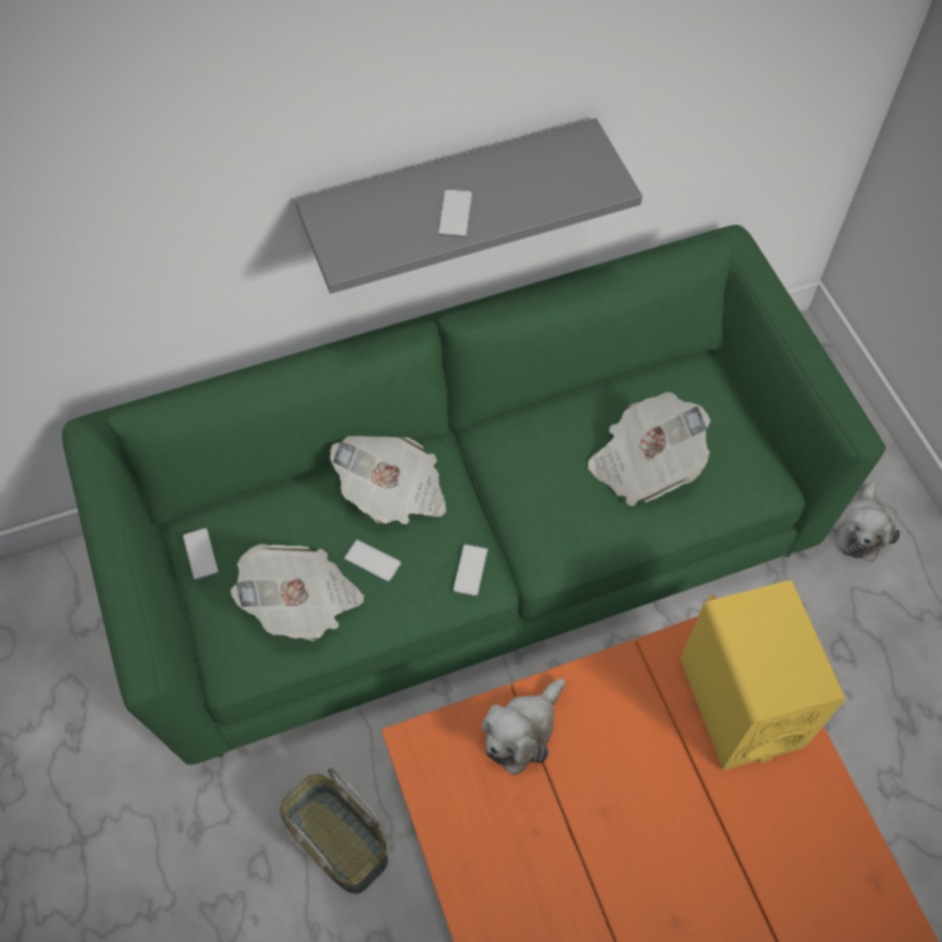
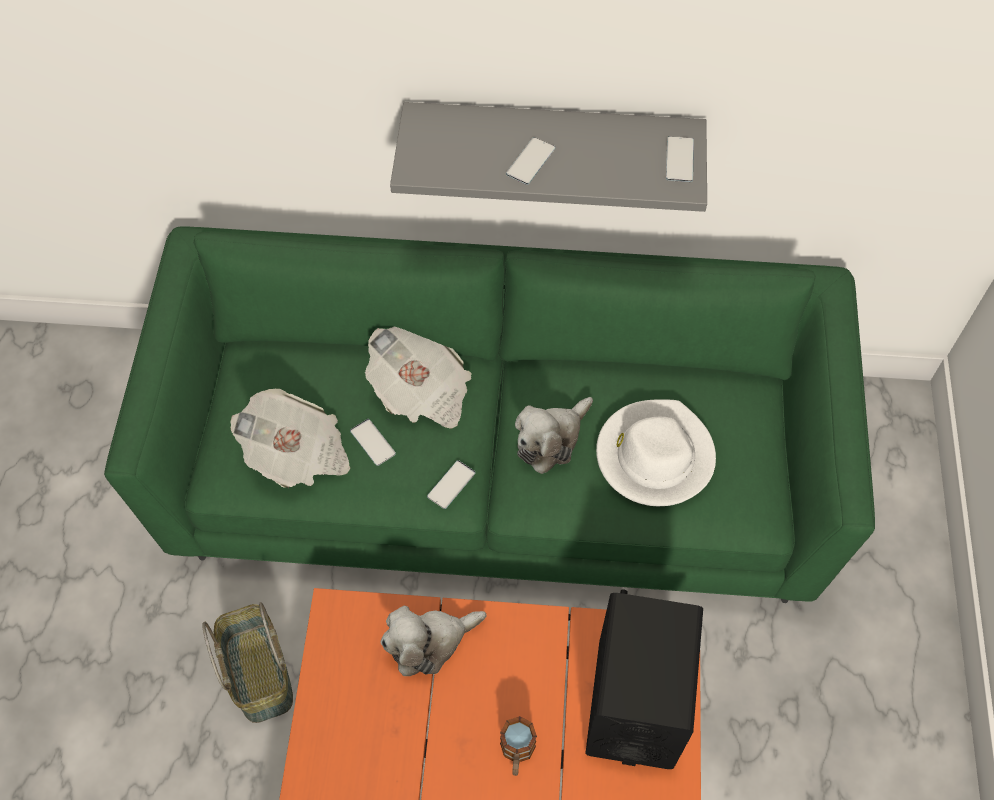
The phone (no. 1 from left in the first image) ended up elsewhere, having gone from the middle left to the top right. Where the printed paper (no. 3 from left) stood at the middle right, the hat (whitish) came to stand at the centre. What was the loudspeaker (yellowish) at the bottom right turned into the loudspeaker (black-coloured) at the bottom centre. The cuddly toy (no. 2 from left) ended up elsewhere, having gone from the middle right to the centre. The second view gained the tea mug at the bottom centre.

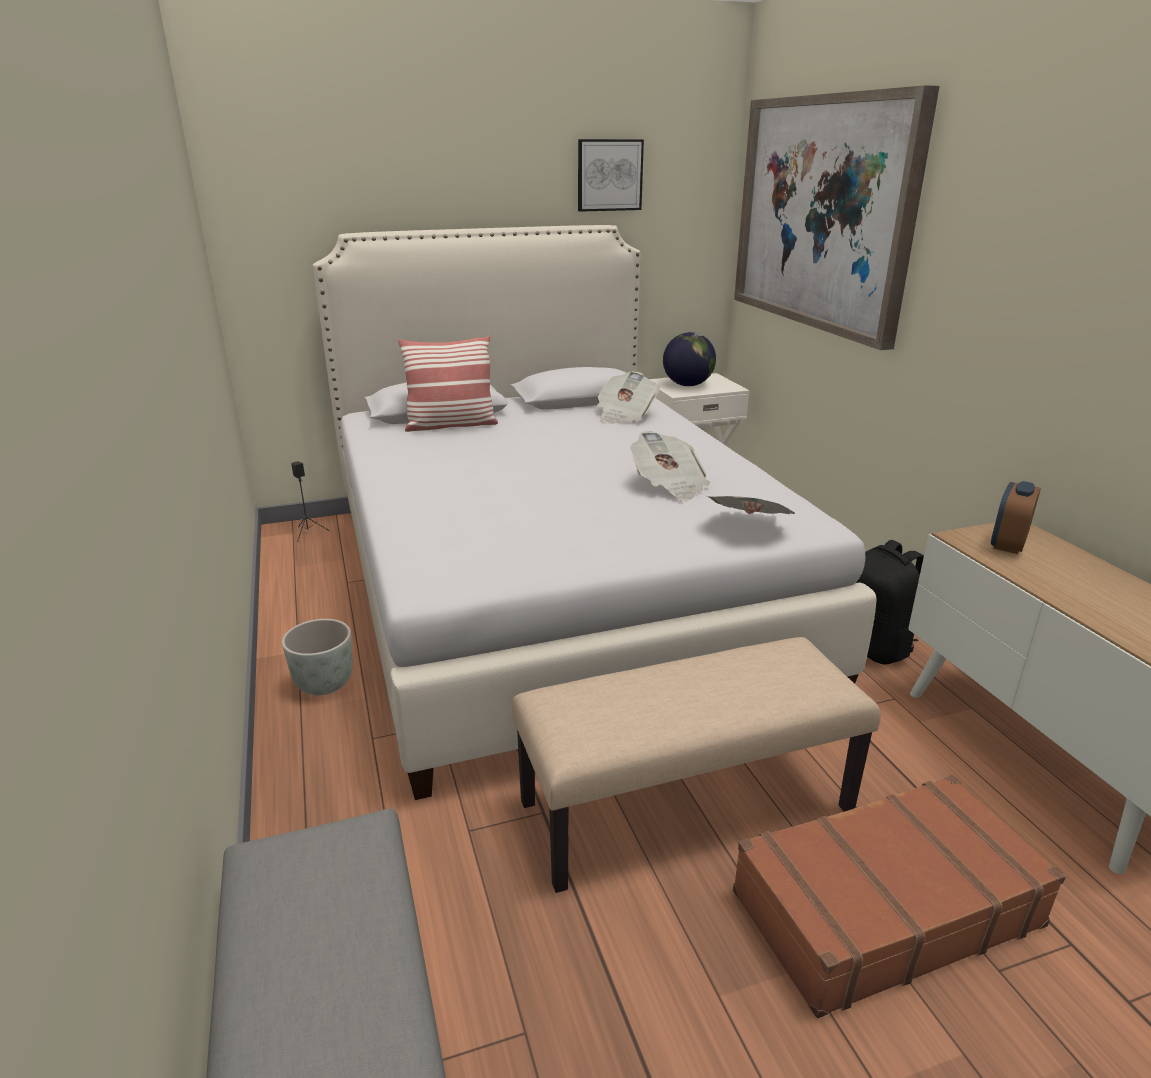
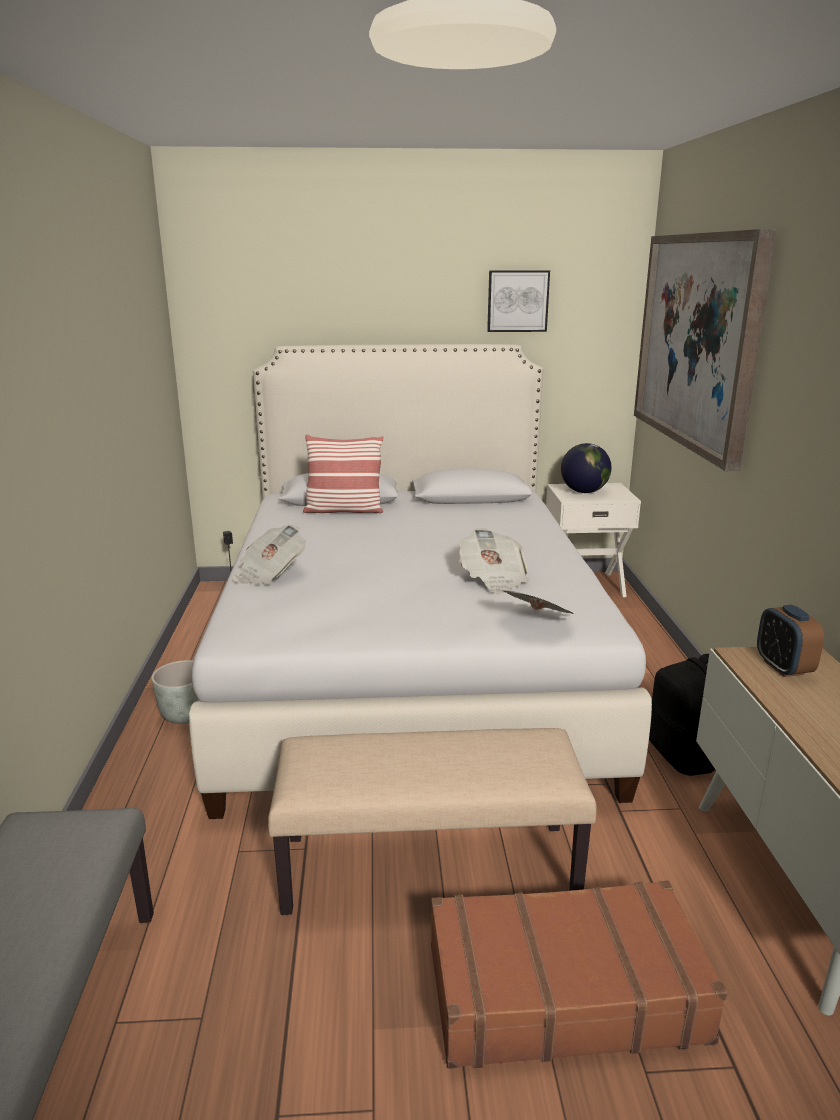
The printed paper (no. 1 from left) ended up elsewhere, having gone from the centre to the middle left. The bedside clock at the middle right ended up facing another way, 60 degrees counterclockwise from before.

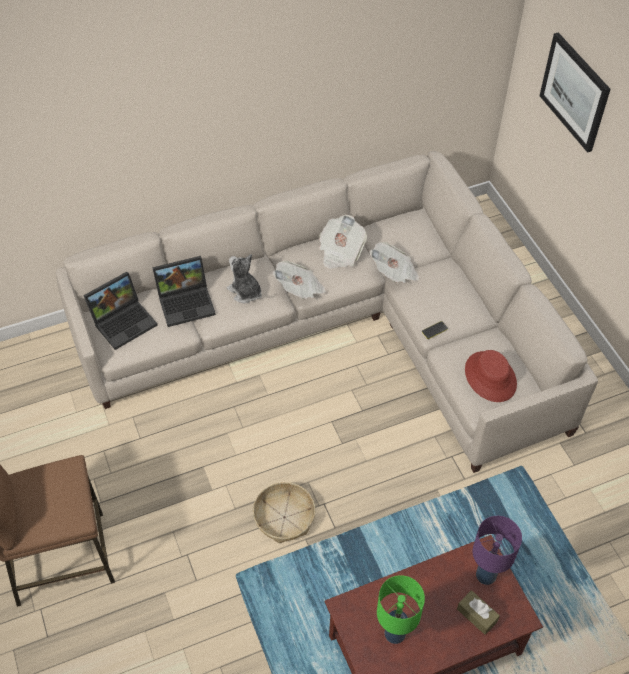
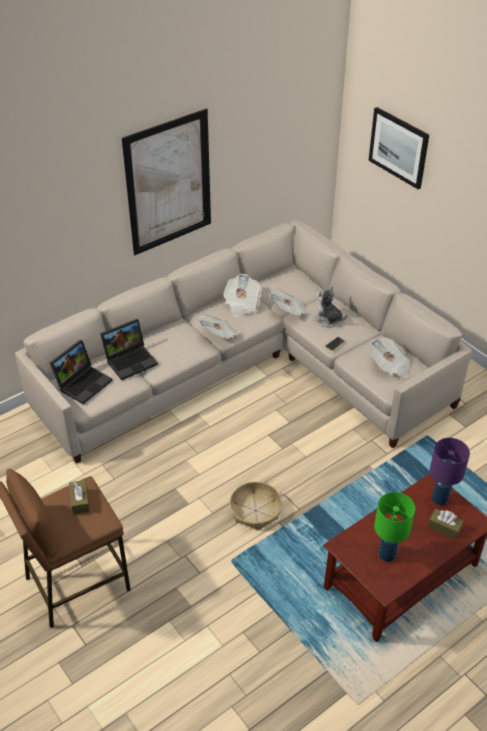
The cuddly toy ended up elsewhere, having gone from the centre to the middle right. Where the hat (red) stood at the middle right, the printed paper (no. 4 from left) came to stand at the middle right. The second view gained the box of tissues (brown) (no. 1 from left) at the bottom left. The second view gained the wall art (no. 1 from left) at the top centre.

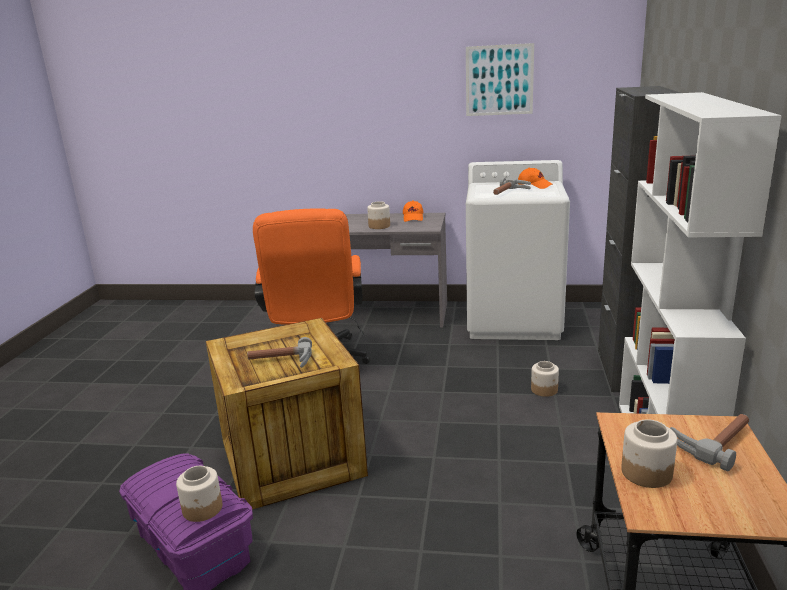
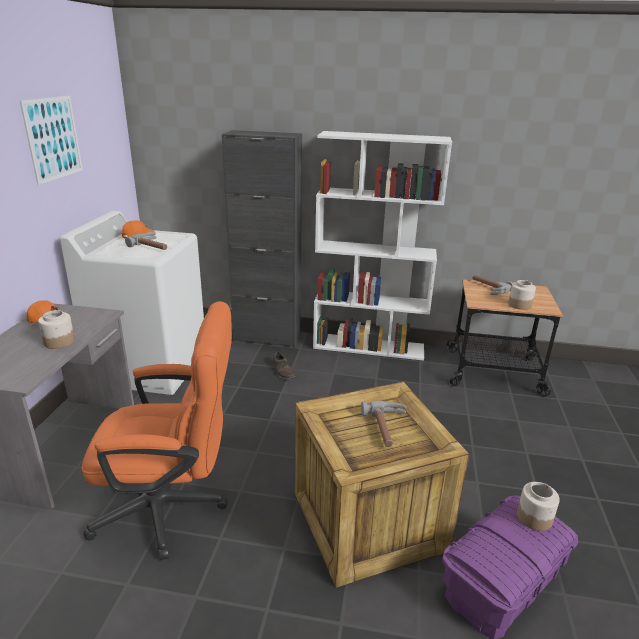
Where the preserve jar (no. 3 from left) stood at the middle right, the low shoe (brown) came to stand at the centre.

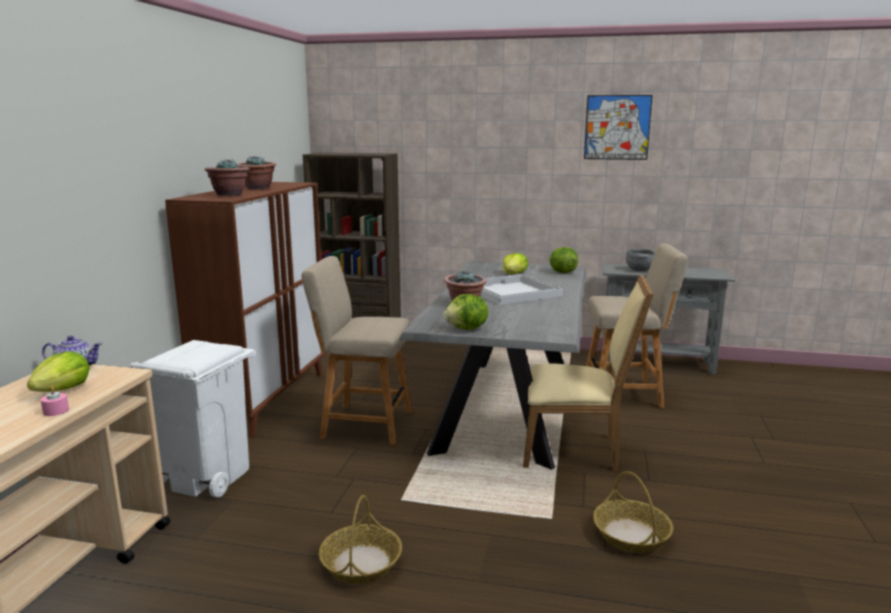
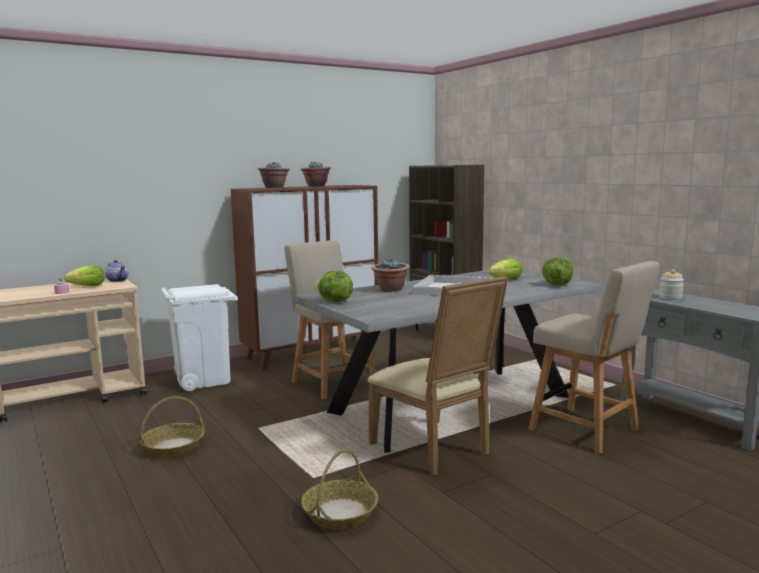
The second view lost the wall art at the top right. Where the deep dish (greyish) stood at the middle right, the preserve jar came to stand at the middle right.

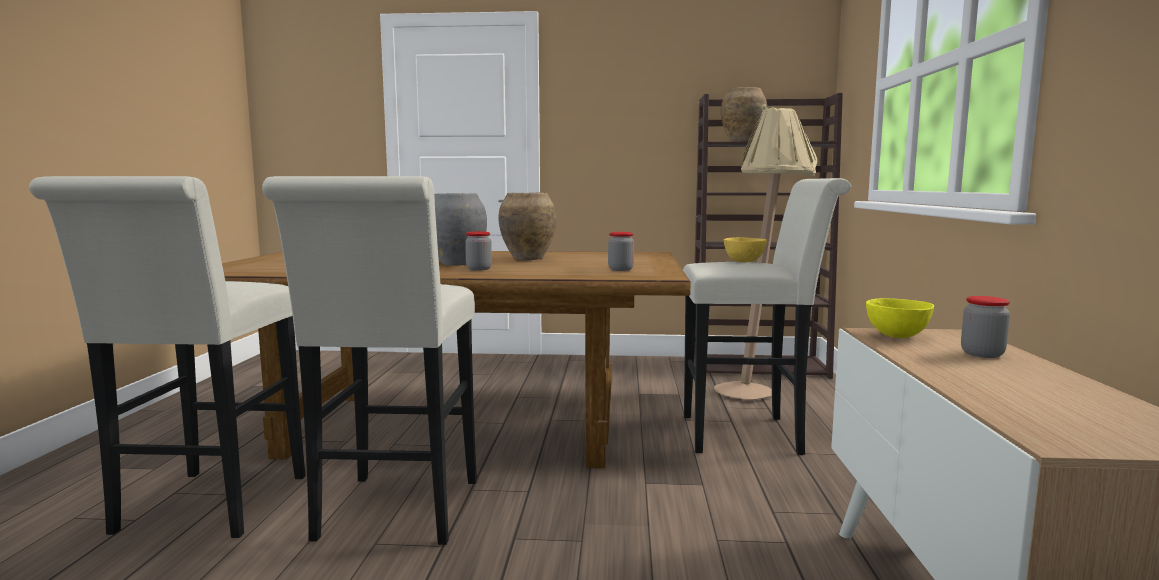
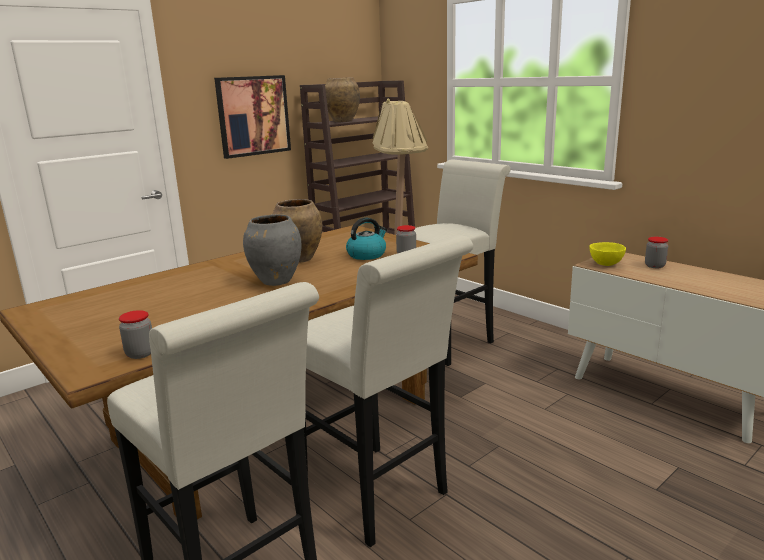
The preserve jar (no. 1 from left) ended up elsewhere, having gone from the centre to the middle left. The second view lost the deep dish (yellowish) (no. 1 from left) at the centre. The second view gained the wall art at the top left. The second view gained the tea kettle at the centre.

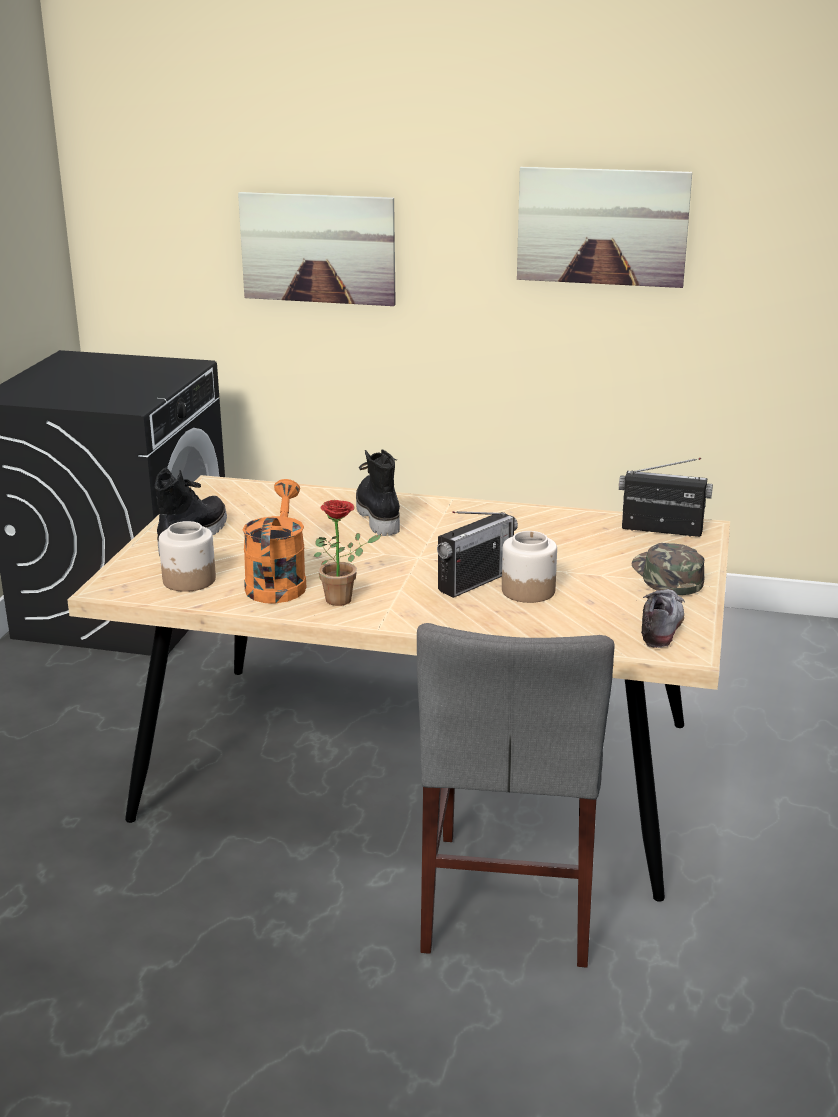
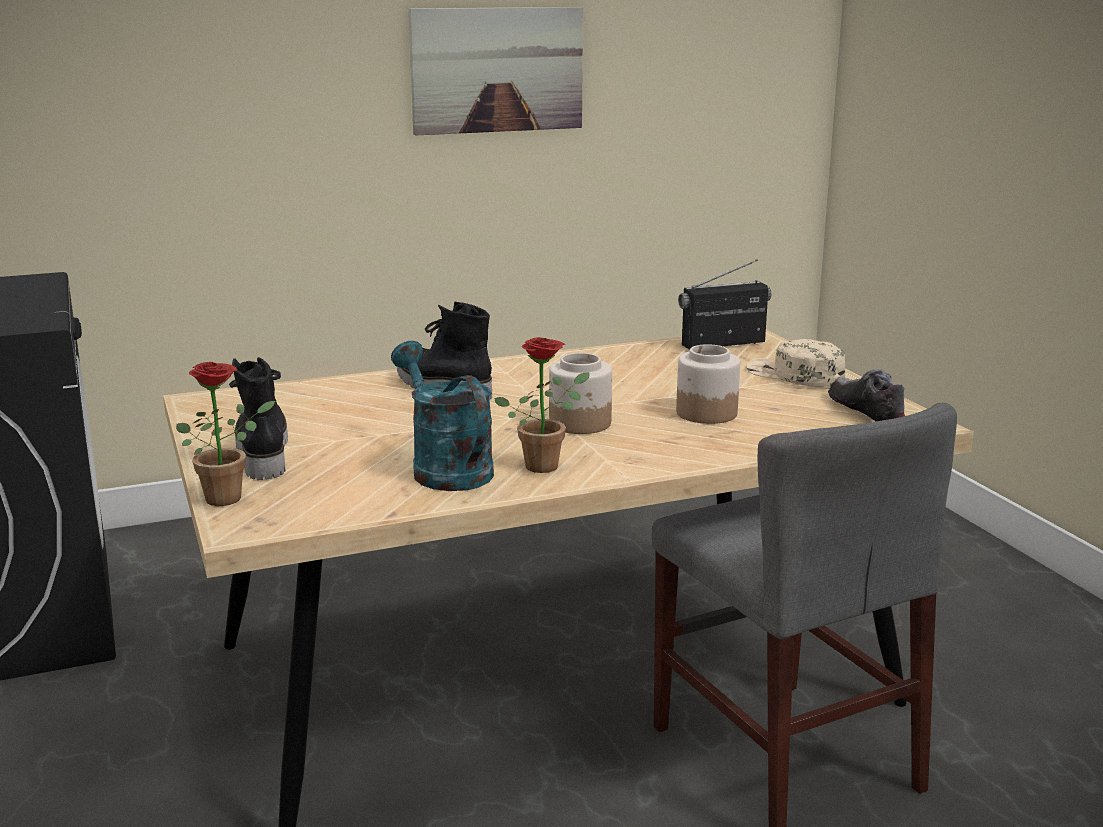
The preserve jar (no. 1 from left) ended up elsewhere, having gone from the middle left to the centre. The second view lost the wall art (no. 1 from left) at the top centre. What was the watering pot (orangey) at the middle left turned into the watering pot (turquoise-coloured) at the centre. The second view lost the radio receiver (no. 1 from left) at the centre. What was the peaked cap (greenish) at the middle right turned into the peaked cap (beige-coloured) at the middle right. The second view gained the houseplant (no. 1 from left) at the middle left.

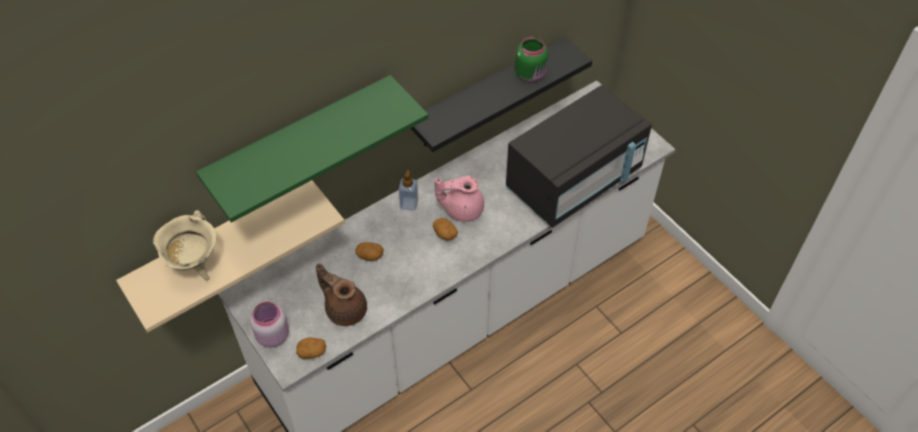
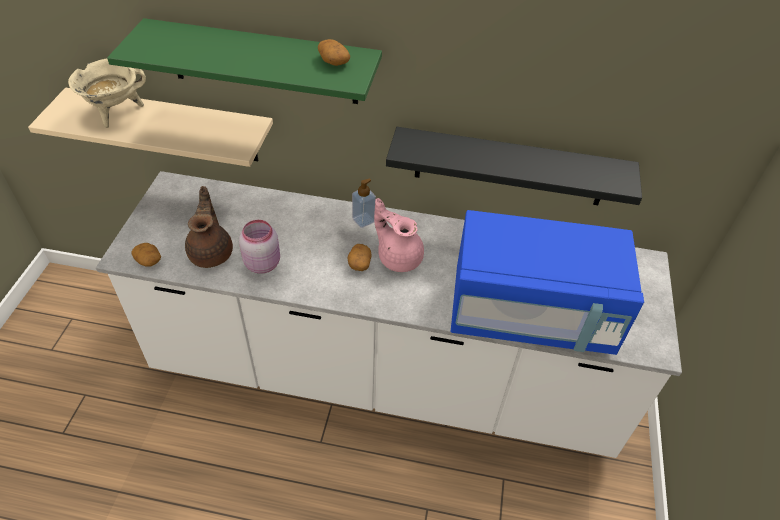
The preserve jar (pink-coloured) ended up elsewhere, having gone from the bottom left to the middle left. The spud (no. 2 from left) ended up elsewhere, having gone from the centre to the top centre. What was the microwave oven (black-coloured) at the centre turned into the microwave oven (blue) at the middle right. The second view lost the preserve jar (greenish) at the top centre.

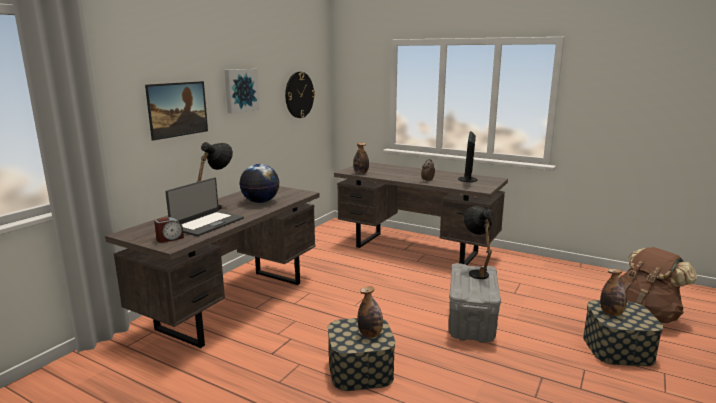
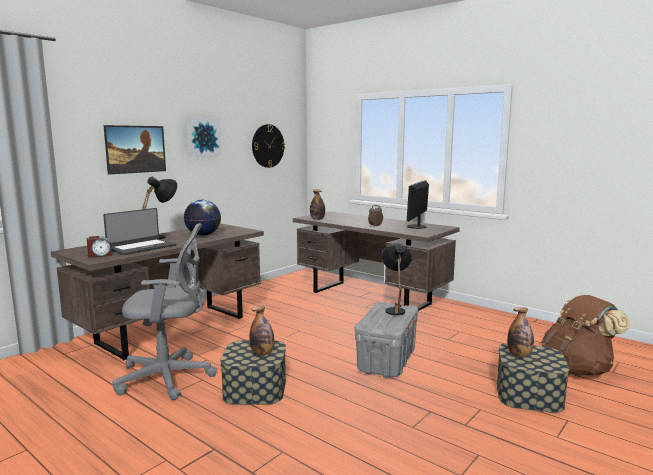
The second view gained the office chair (greyish) at the middle left.

